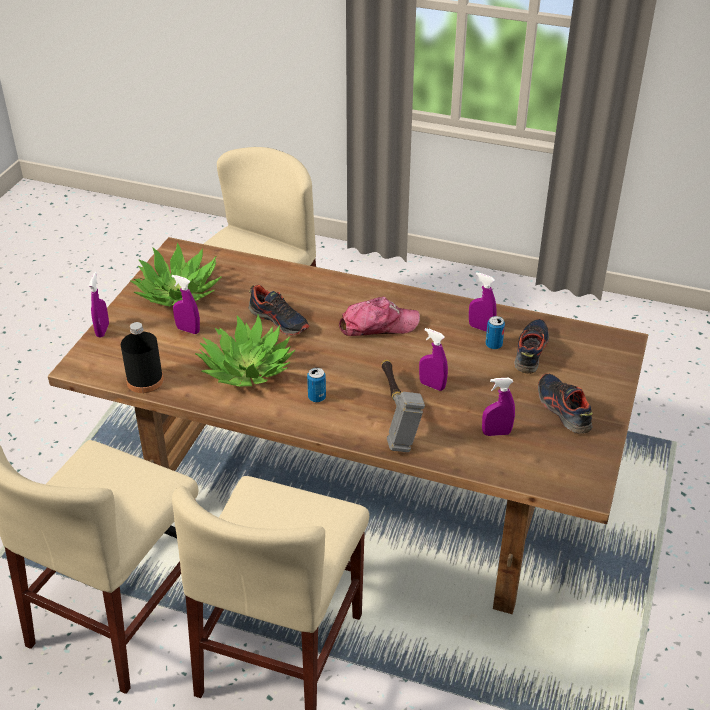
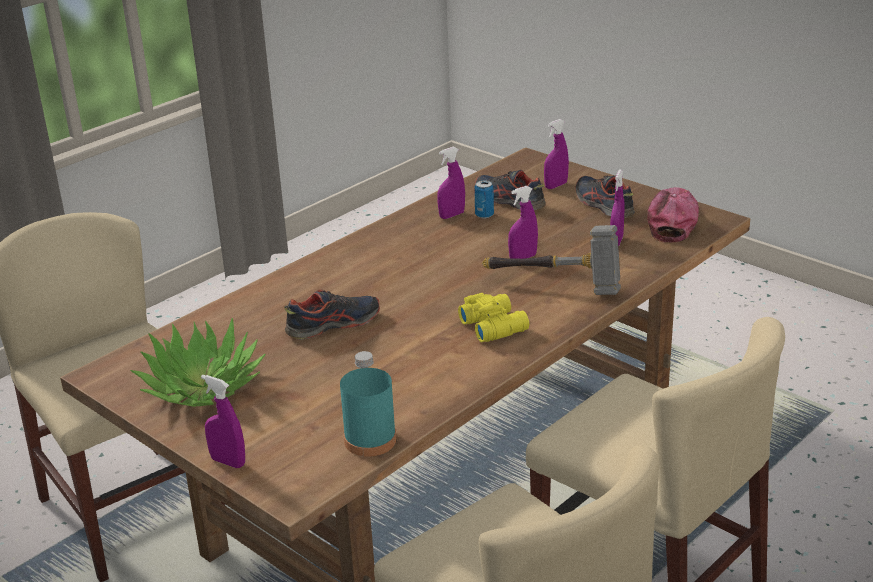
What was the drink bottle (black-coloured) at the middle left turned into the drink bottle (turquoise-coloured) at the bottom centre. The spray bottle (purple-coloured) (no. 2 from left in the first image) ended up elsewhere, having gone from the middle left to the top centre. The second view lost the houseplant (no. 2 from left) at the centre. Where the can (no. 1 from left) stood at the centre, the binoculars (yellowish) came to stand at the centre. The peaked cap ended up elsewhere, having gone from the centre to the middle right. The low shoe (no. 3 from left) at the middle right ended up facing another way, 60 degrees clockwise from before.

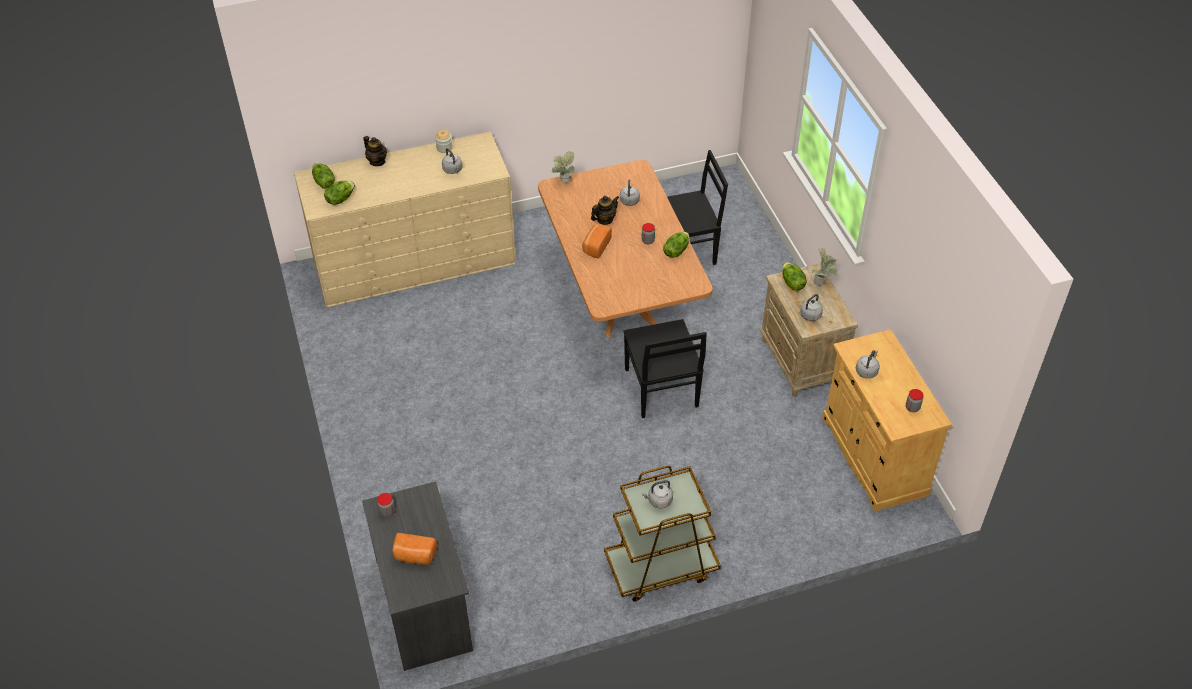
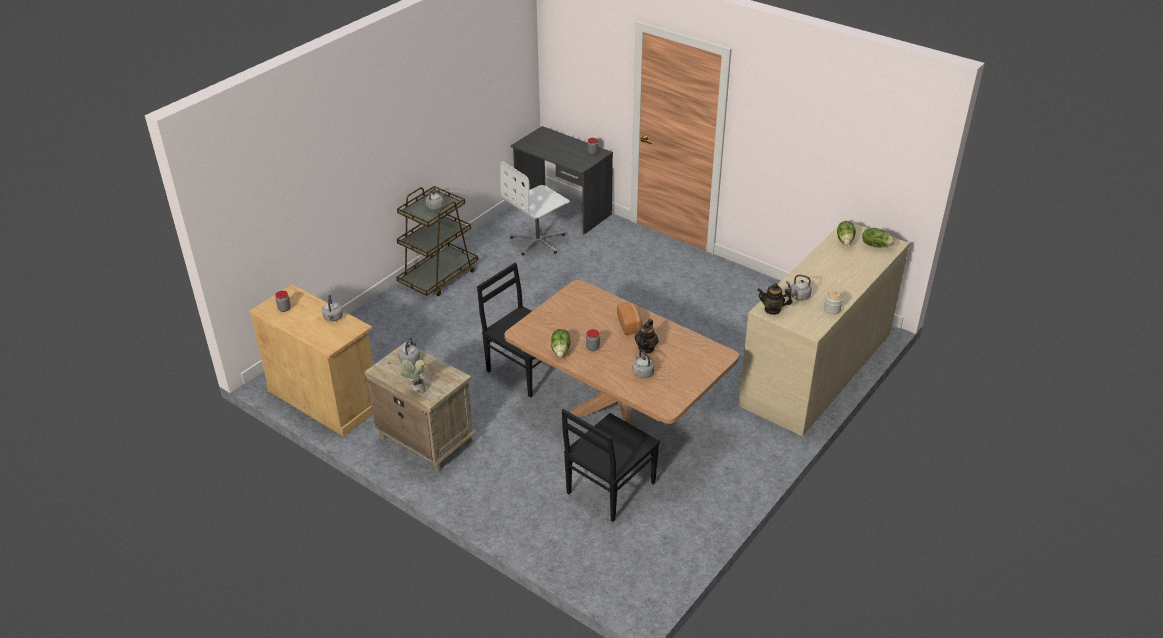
The teapot (no. 1 from left in the first image) ended up elsewhere, having gone from the top left to the centre. The second view lost the bread (no. 1 from left) at the bottom centre. The second view lost the houseplant (no. 1 from left) at the top centre. The second view lost the lettuce (no. 4 from left) at the centre. The second view gained the office chair (whitish) at the top centre.

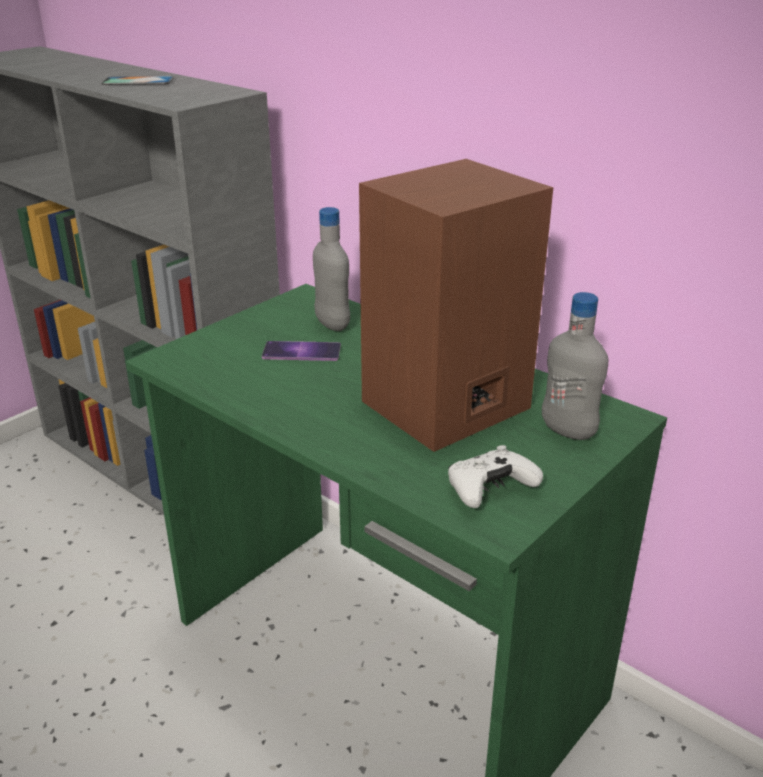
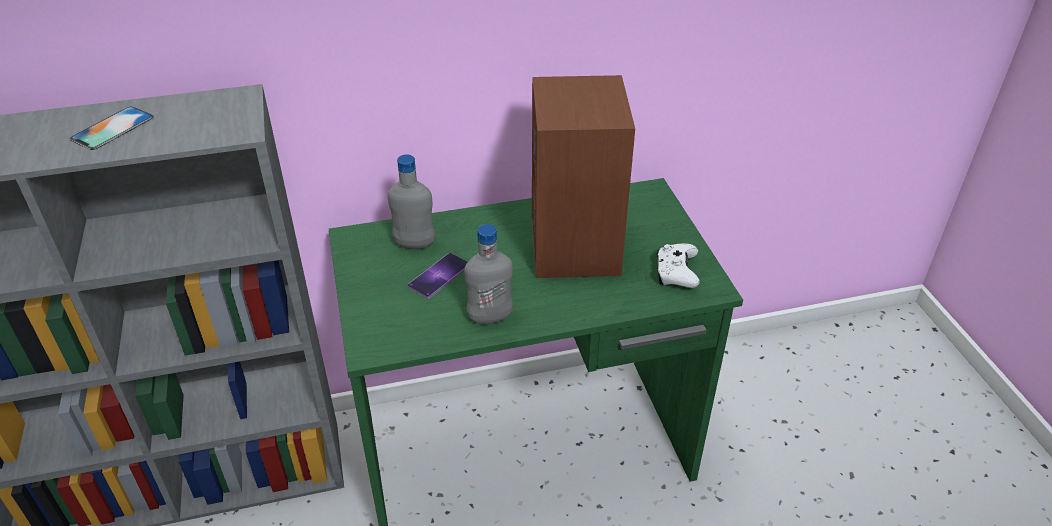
The drink bottle (greyish) (no. 2 from left) ended up elsewhere, having gone from the middle right to the centre.

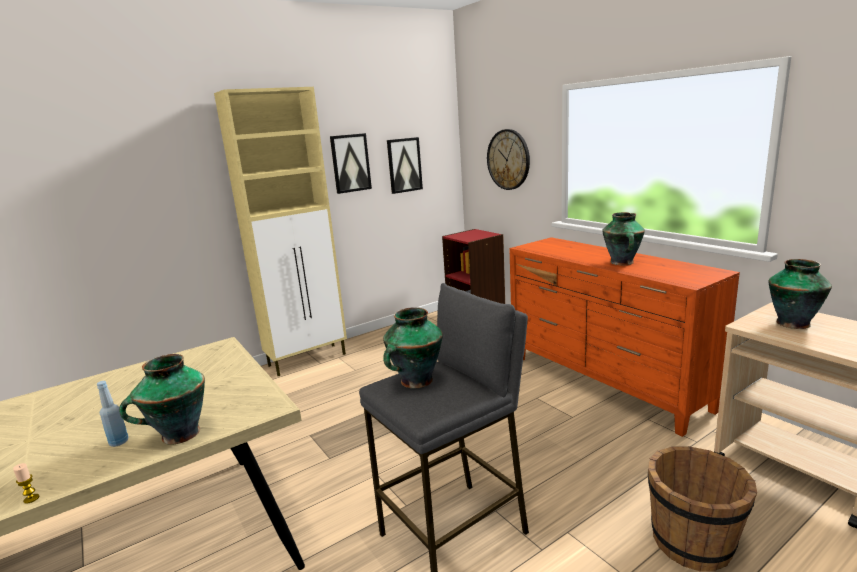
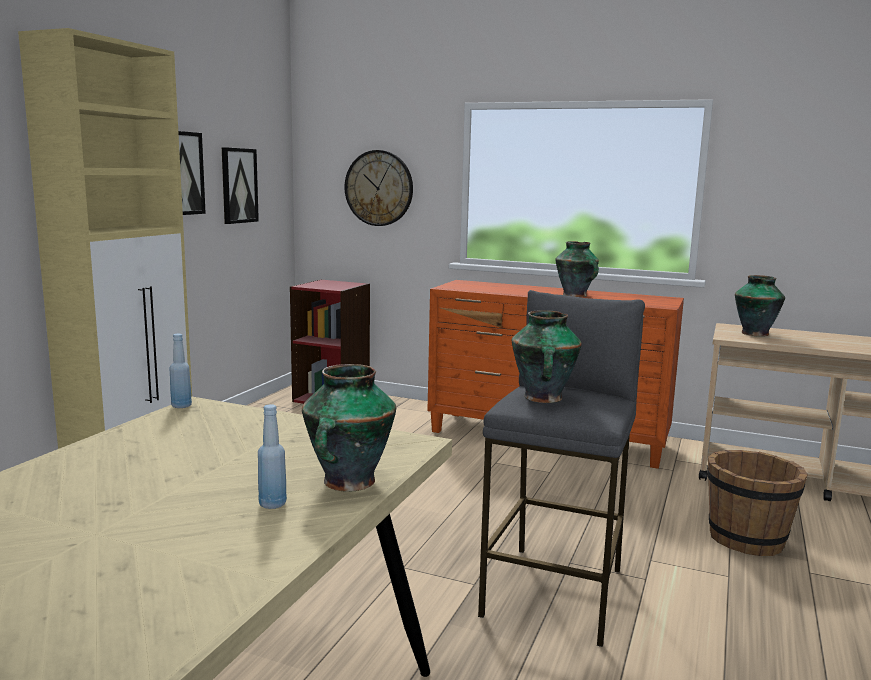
The second view lost the candle at the bottom left. The second view gained the drink bottle (blue) (no. 1 from left) at the middle left.

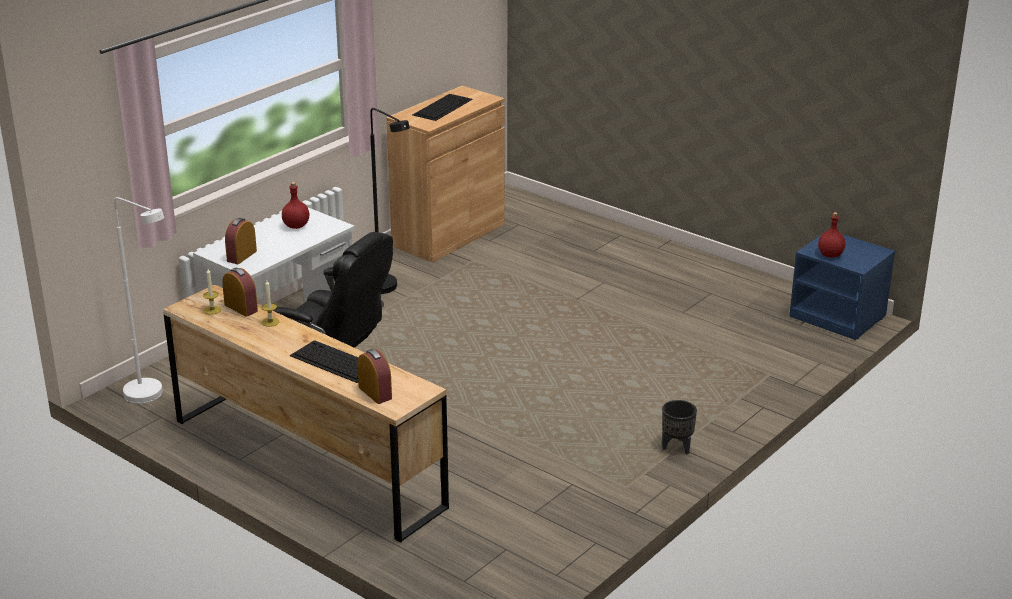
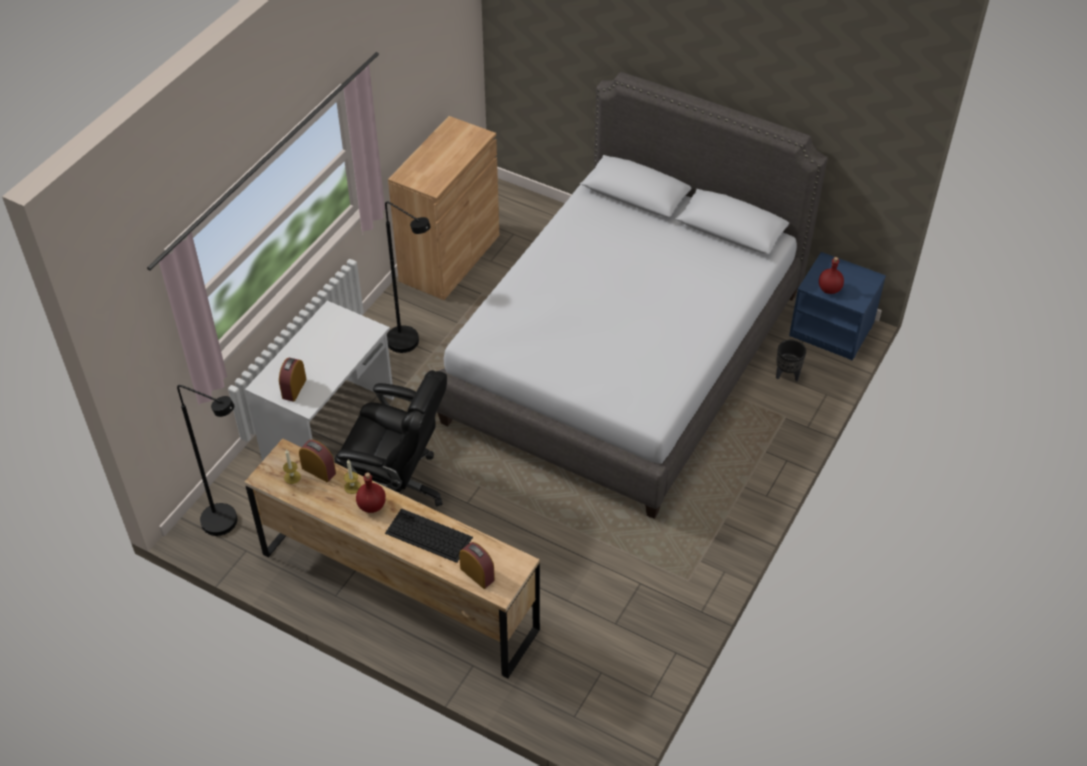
What was the floor lamp (whitish) at the middle left turned into the floor lamp (black-coloured) (no. 1 from left) at the middle left. The drink bottle (red) (no. 1 from left) ended up elsewhere, having gone from the middle left to the centre. The second view lost the keyboard (no. 2 from left) at the top centre. The planter (black-coloured) ended up elsewhere, having gone from the bottom right to the middle right. The second view gained the bed (greyish) at the centre.

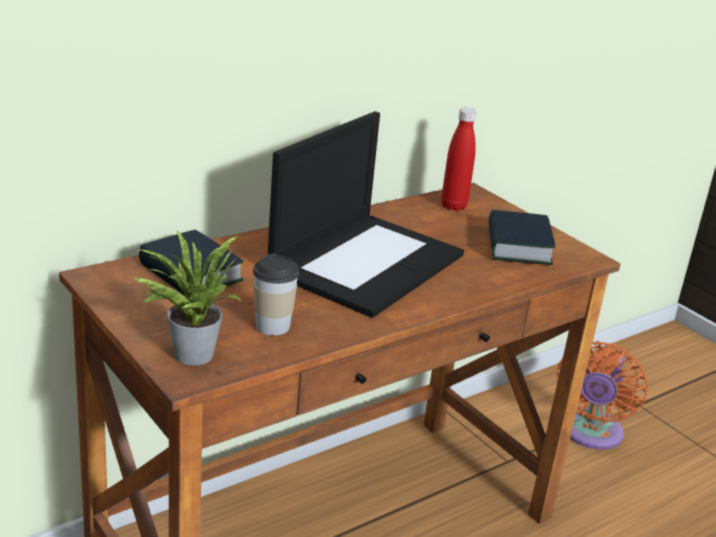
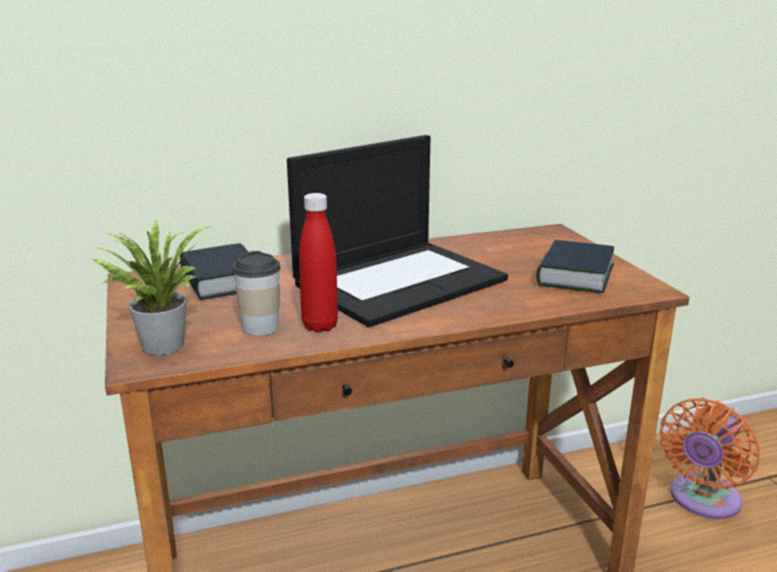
The drink bottle (red) ended up elsewhere, having gone from the top centre to the centre.

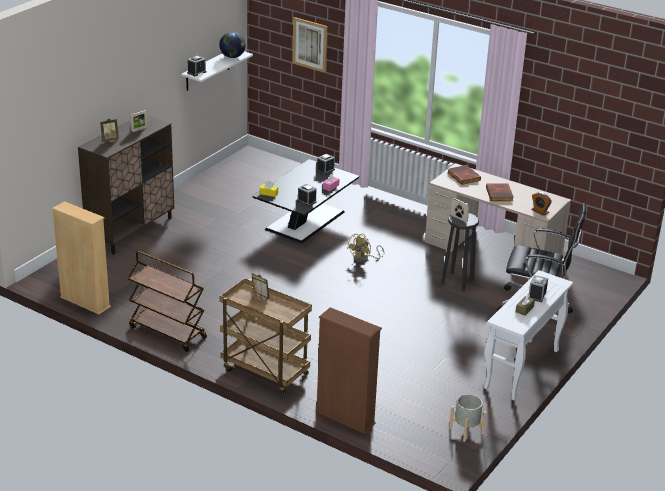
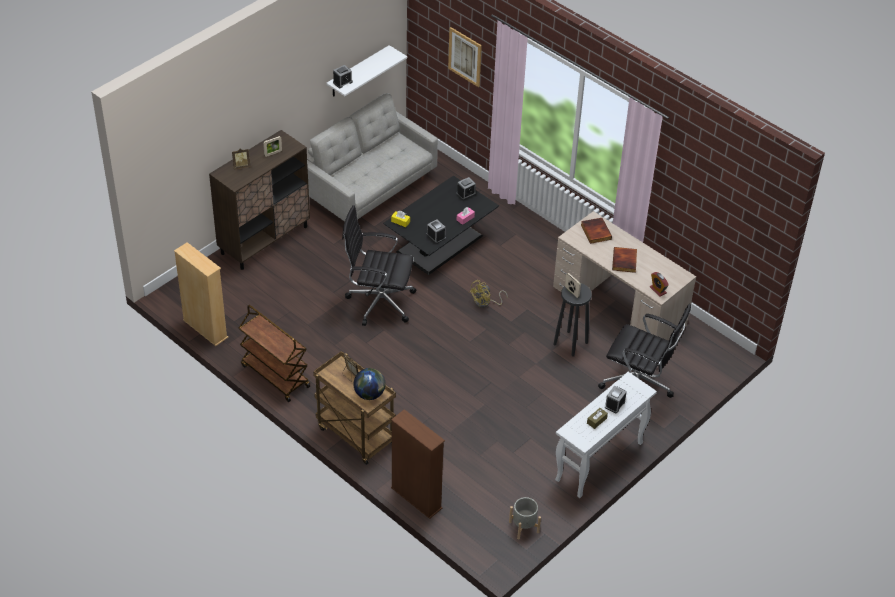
The globe ended up elsewhere, having gone from the top centre to the centre. The second view gained the sofa (greyish) at the top centre. The second view gained the office chair (black-coloured) (no. 1 from left) at the centre.

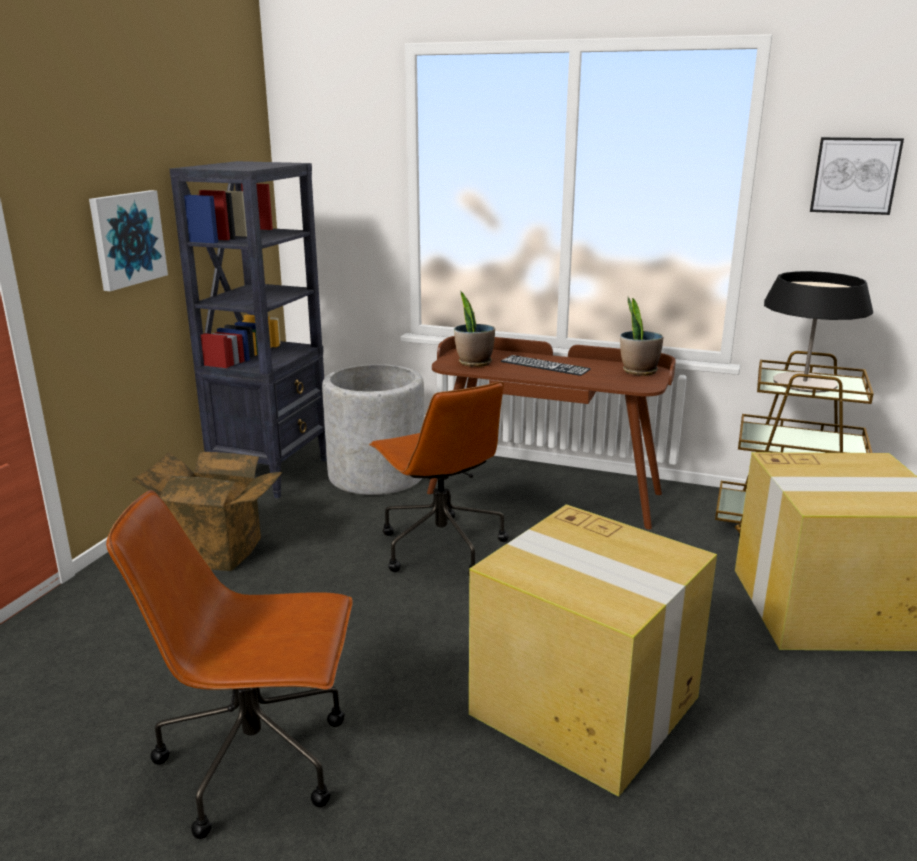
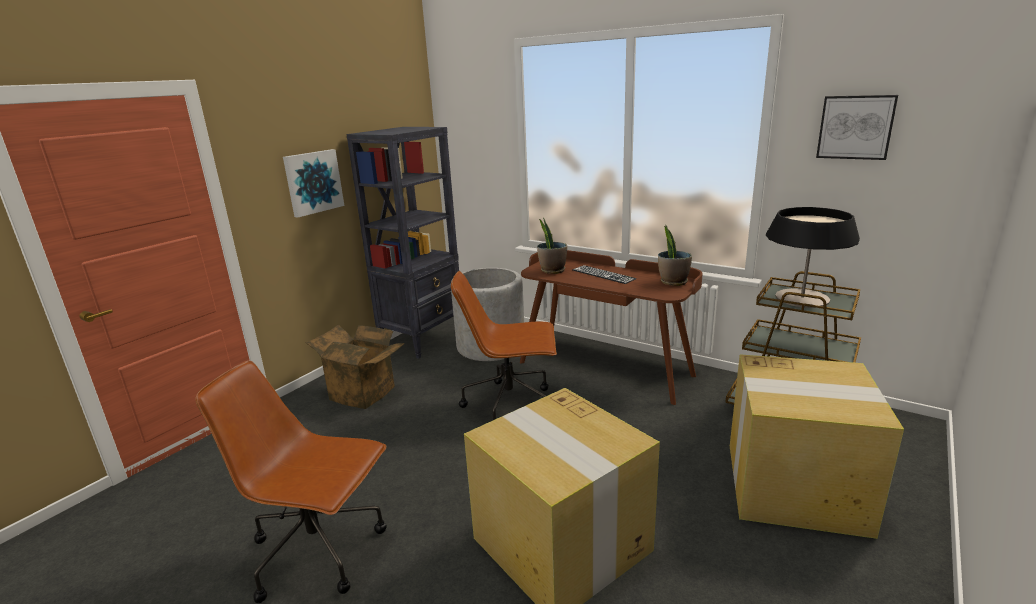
The office chair (brown) (no. 2 from left) at the centre ended up facing another way, 105 degrees clockwise from before.

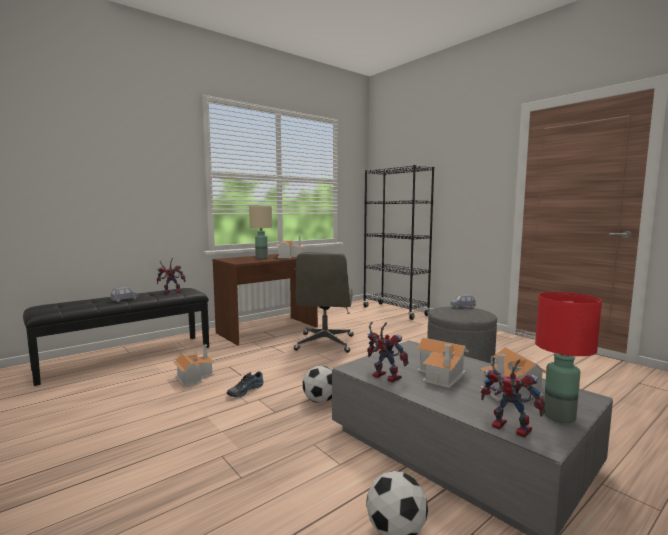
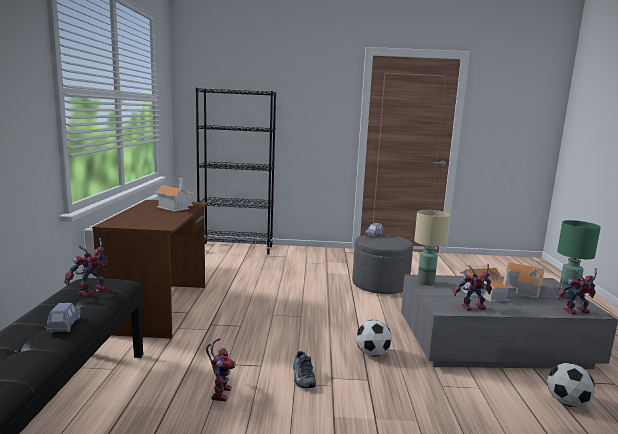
Where the miniature house (no. 1 from left) stood at the bottom left, the toy robot (no. 2 from left) came to stand at the bottom centre. The tabletop lamp (beige-coloured) ended up elsewhere, having gone from the centre to the middle right. The second view lost the office chair (greyish) at the centre. What was the tabletop lamp (red) at the bottom right turned into the tabletop lamp (greenish) at the middle right.

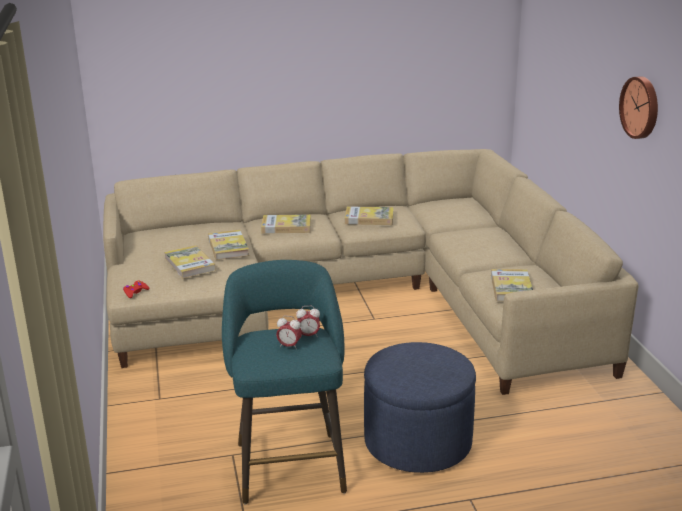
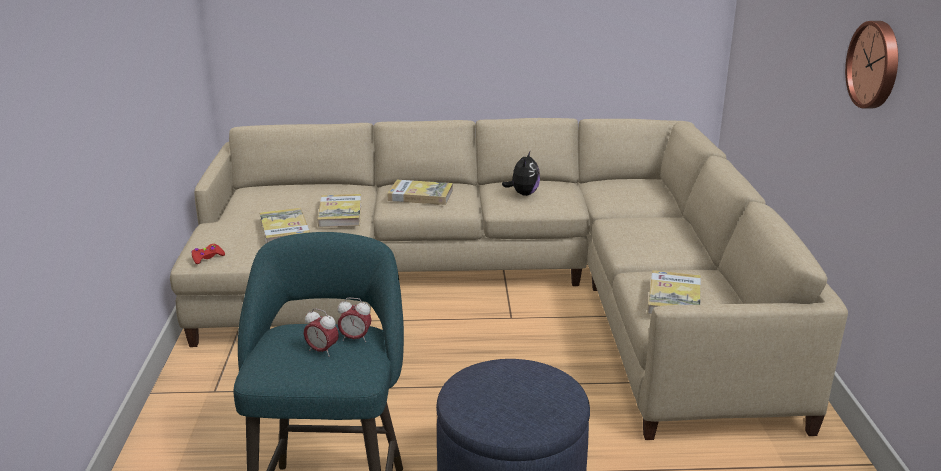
Where the bound book (no. 4 from left) stood at the centre, the cuddly toy came to stand at the centre.

